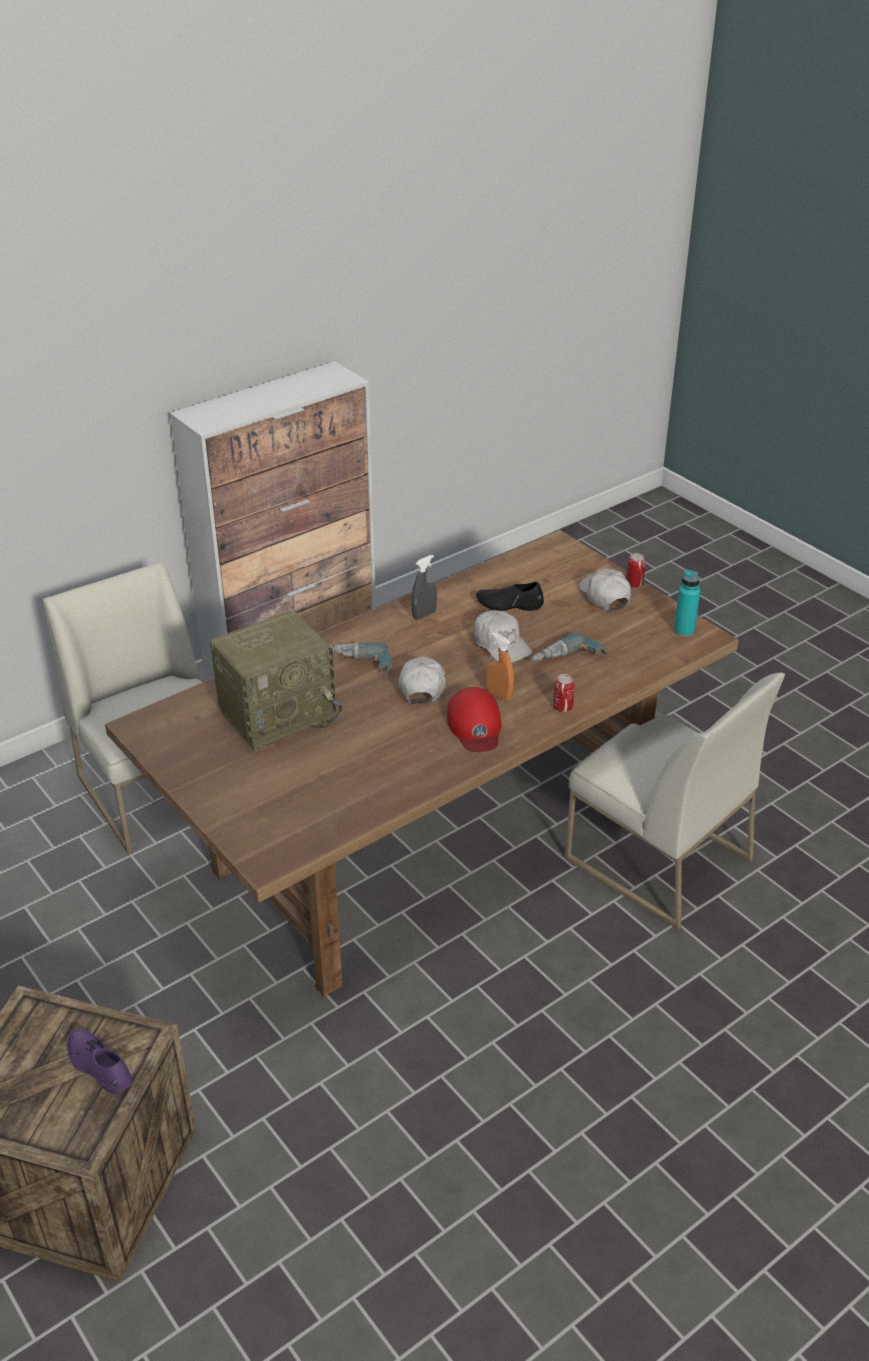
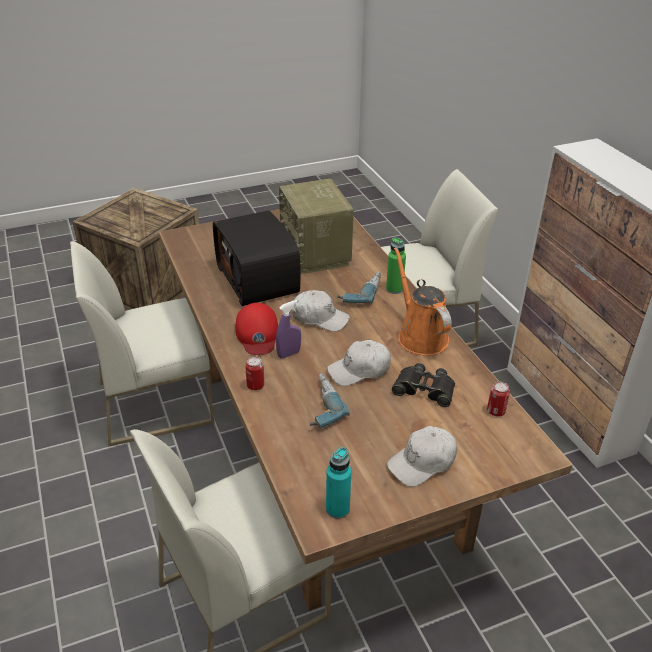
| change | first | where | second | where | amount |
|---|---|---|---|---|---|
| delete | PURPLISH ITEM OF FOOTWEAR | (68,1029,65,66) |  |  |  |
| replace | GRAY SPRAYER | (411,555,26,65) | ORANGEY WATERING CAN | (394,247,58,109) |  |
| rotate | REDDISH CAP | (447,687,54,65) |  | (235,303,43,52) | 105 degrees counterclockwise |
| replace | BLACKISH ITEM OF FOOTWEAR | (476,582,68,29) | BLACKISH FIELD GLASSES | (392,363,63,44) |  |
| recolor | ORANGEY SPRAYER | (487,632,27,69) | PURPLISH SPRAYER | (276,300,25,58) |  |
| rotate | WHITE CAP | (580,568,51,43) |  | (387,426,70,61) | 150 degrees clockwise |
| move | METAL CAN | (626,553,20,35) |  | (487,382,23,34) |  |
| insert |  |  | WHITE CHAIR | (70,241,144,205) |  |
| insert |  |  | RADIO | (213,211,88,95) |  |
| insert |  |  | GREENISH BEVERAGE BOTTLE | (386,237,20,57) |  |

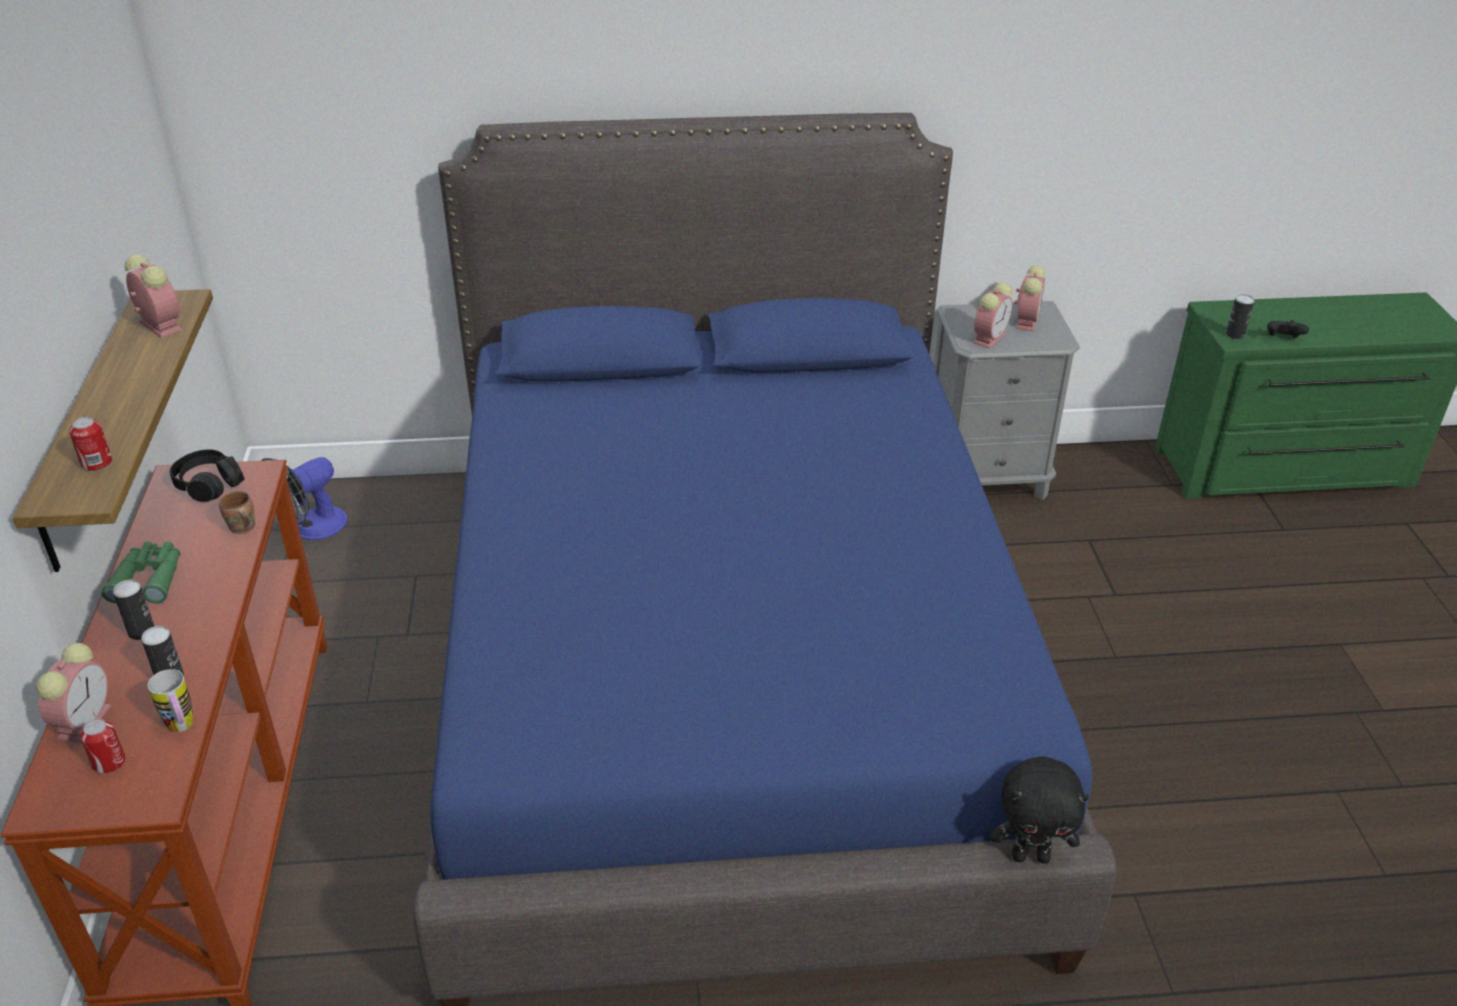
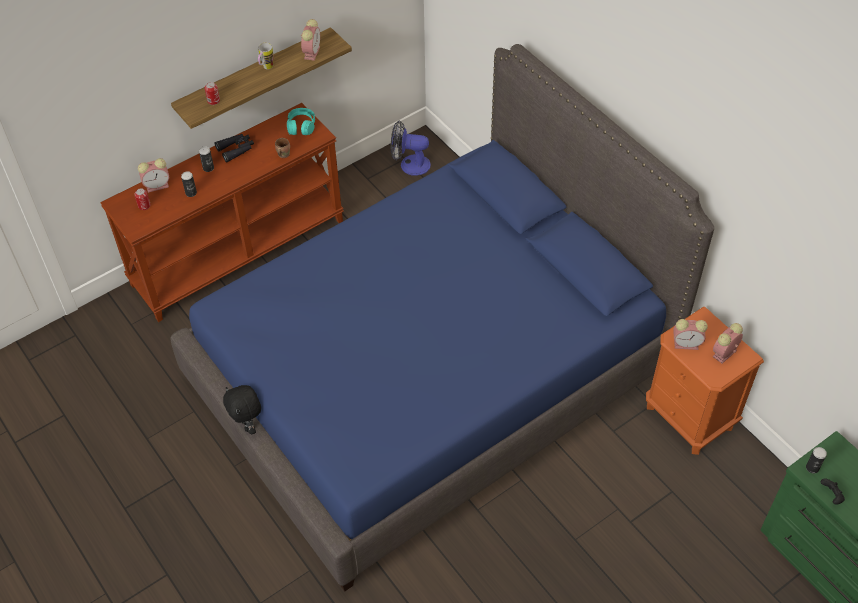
| change | first | where | second | where | amount |
|---|---|---|---|---|---|
| recolor | GREENISH FIELD GLASSES | (101,542,79,62) | BLACKISH FIELD GLASSES | (214,134,40,29) |  |
| move | COFFEE MUG | (147,669,46,63) |  | (258,43,15,26) |  |
| recolor | BLACKISH HEADSET | (170,449,74,53) | TURQUOISE HEADSET | (287,108,28,27) |  |
| recolor | GRAY BEDSIDE TABLE | (934,301,146,199) | ORANGEY BEDSIDE TABLE | (646,307,118,148) |  |
| move | BLACKISH SOFT TOY | (990,756,99,108) |  | (223,385,38,50) |  |
| rotate | ALARM CLOCK | (1014,265,32,67) |  | (713,323,30,41) | 150 degrees clockwise |

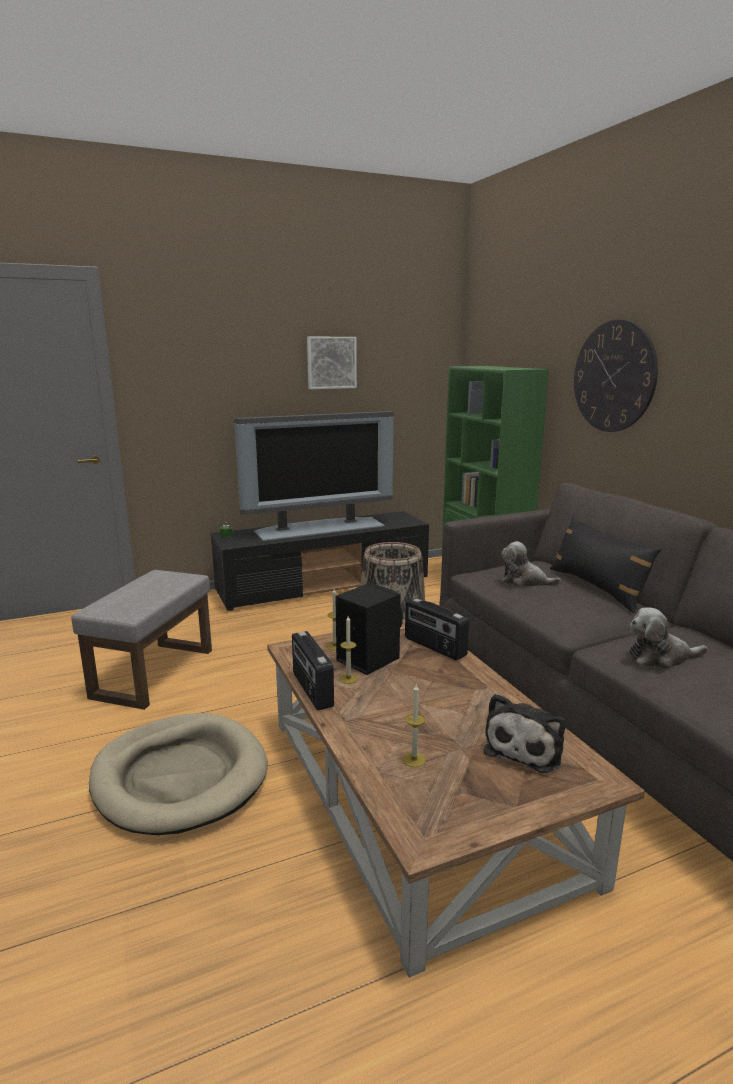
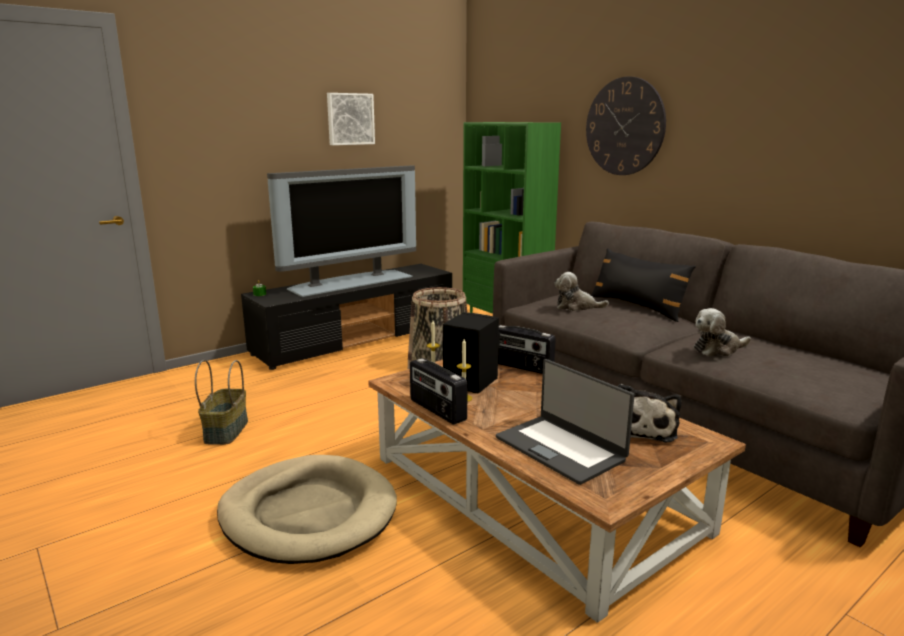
| change | first | where | second | where | amount |
|---|---|---|---|---|---|
| replace | GRAY POUFFE | (71,570,141,140) | BASKET | (195,360,53,85) |  |
| replace | CANDLE | (403,683,23,84) | NOTEBOOK COMPUTER | (496,359,139,126) |  |

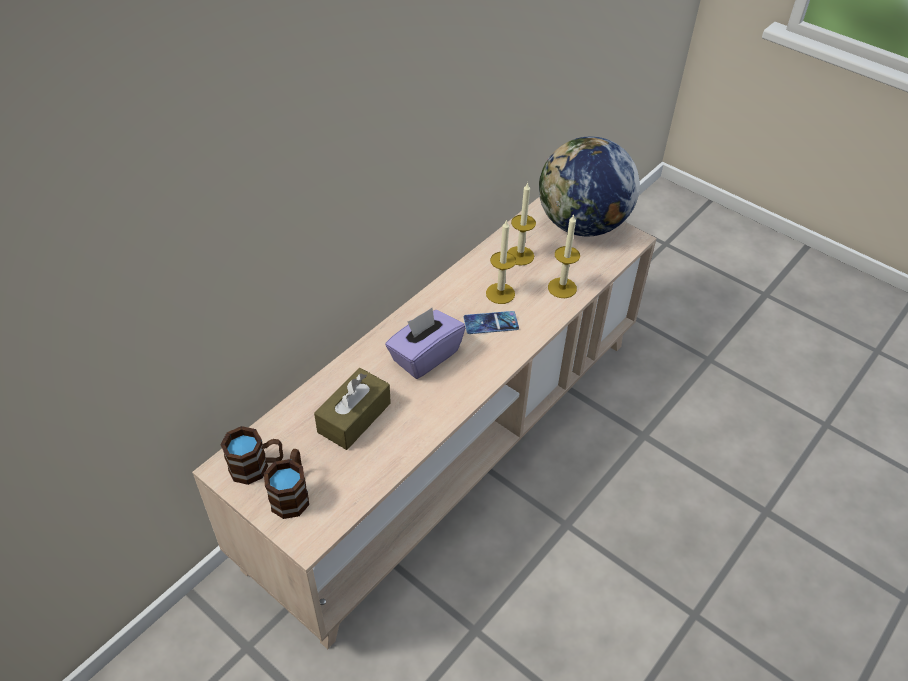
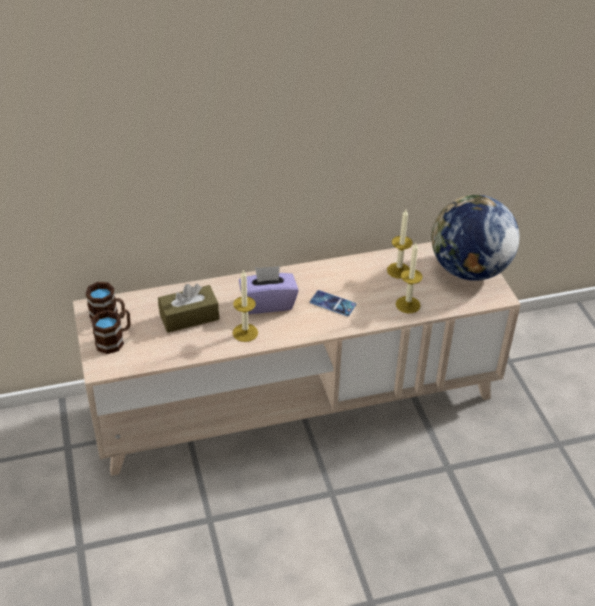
| change | first | where | second | where | amount |
|---|---|---|---|---|---|
| move | CANDLE | (486,219,30,85) |  | (233,269,25,73) |  |

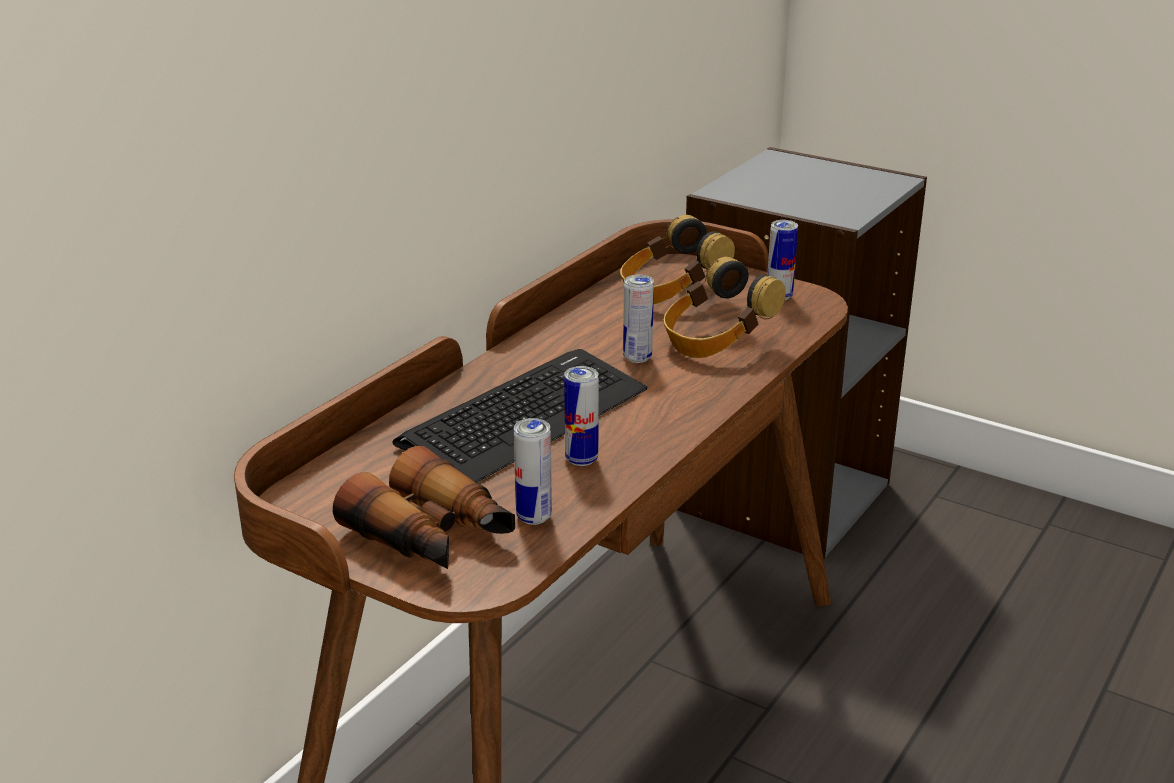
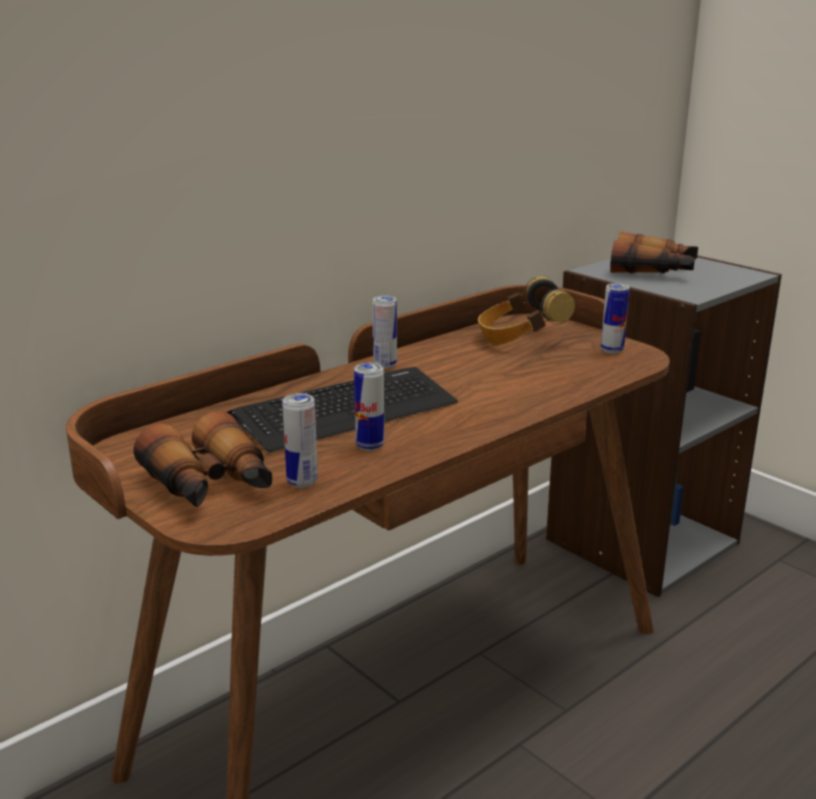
| change | first | where | second | where | amount |
|---|---|---|---|---|---|
| move | METAL CAN | (623,275,31,88) |  | (372,295,25,74) |  |
| delete | HEADSET | (663,257,123,101) |  |  |  |
| insert |  |  | FIELD GLASSES | (610,232,88,42) |  |

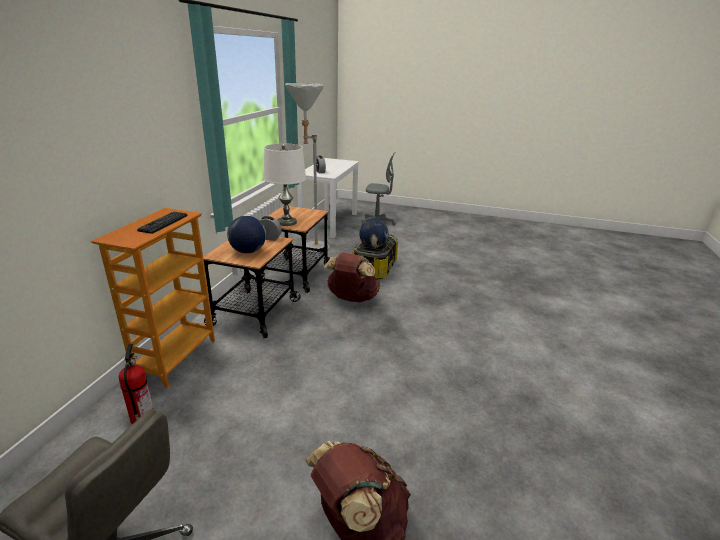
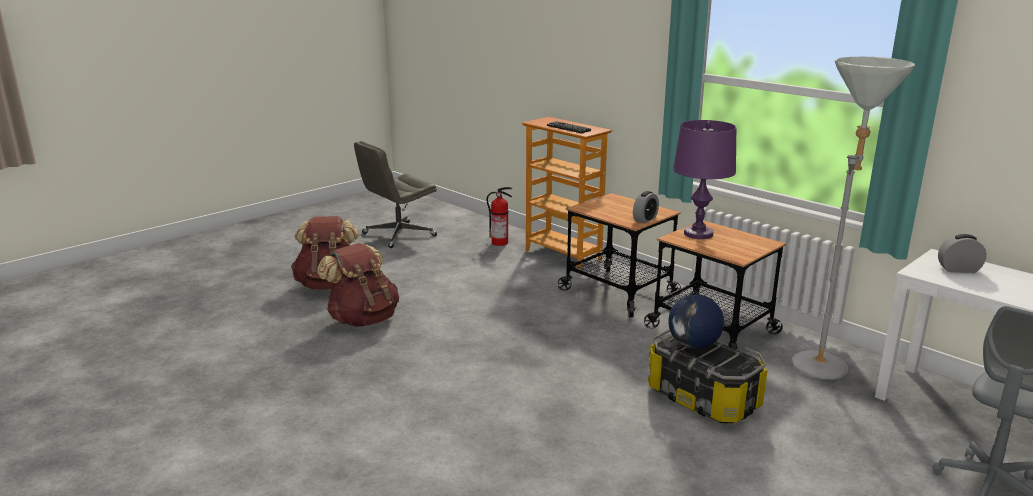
| change | first | where | second | where | amount |
|---|---|---|---|---|---|
| delete | DESK GLOBE | (227,216,39,37) |  |  |  |
| recolor | WHITE LAMP FOR A TABLE | (263,143,43,83) | PURPLISH LAMP FOR A TABLE | (673,120,63,119) |  |
| move | BROWN-COLOURED RUCKSACK | (324,253,56,50) |  | (317,243,82,84) |  |

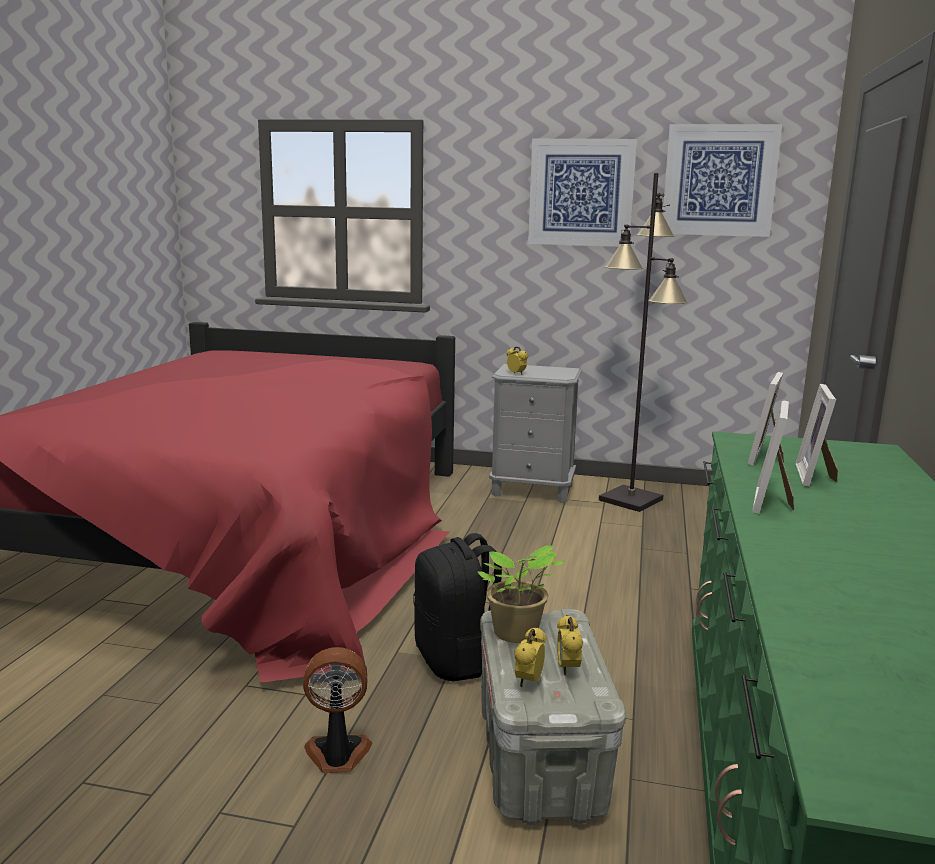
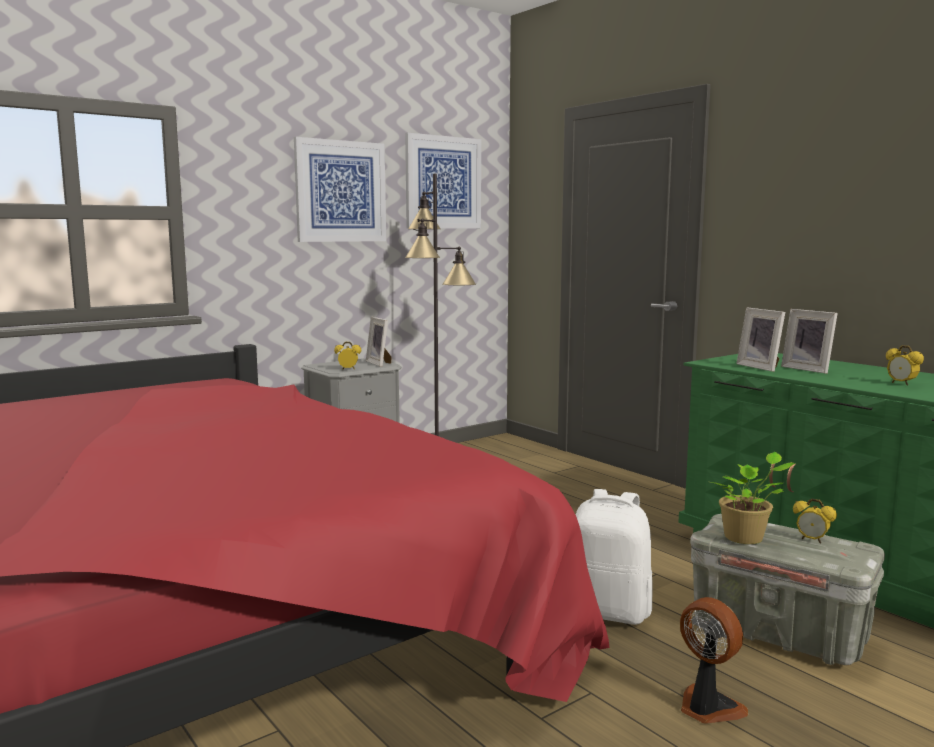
| change | first | where | second | where | amount |
|---|---|---|---|---|---|
| rotate | ELECTRIC FAN | (303,647,69,126) |  | (680,597,68,127) | 105 degrees clockwise |
| recolor | BLACKISH RUCKSACK | (413,533,89,148) | WHITE RUCKSACK | (575,489,78,136) |  |
| move | ALARM CLOCK | (514,627,32,60) |  | (886,345,38,41) |  |
| move | PICTURE FRAME | (752,400,42,114) |  | (366,317,26,50) |  |

